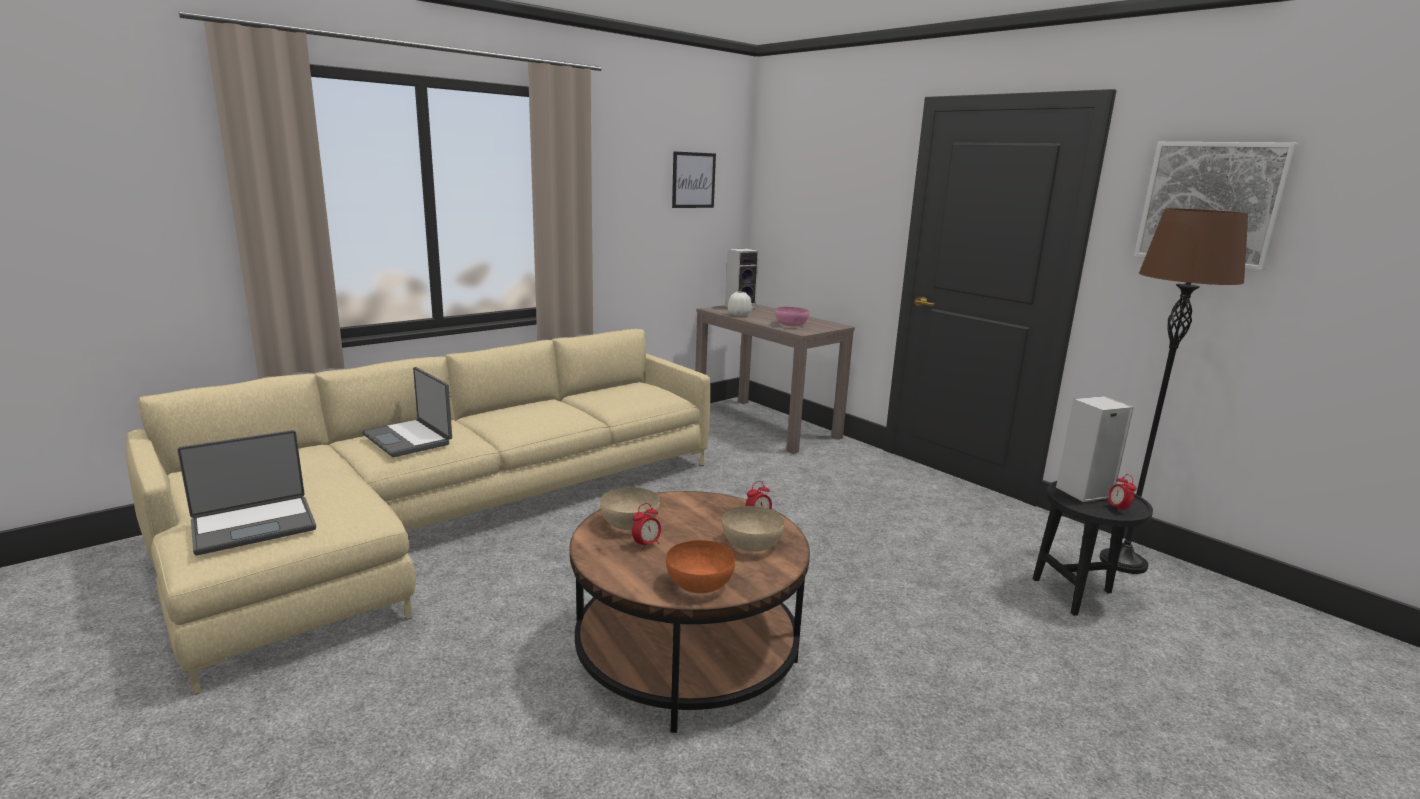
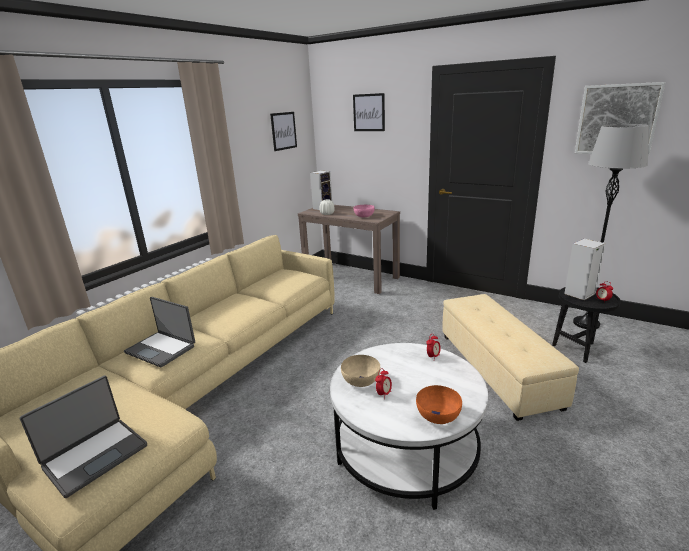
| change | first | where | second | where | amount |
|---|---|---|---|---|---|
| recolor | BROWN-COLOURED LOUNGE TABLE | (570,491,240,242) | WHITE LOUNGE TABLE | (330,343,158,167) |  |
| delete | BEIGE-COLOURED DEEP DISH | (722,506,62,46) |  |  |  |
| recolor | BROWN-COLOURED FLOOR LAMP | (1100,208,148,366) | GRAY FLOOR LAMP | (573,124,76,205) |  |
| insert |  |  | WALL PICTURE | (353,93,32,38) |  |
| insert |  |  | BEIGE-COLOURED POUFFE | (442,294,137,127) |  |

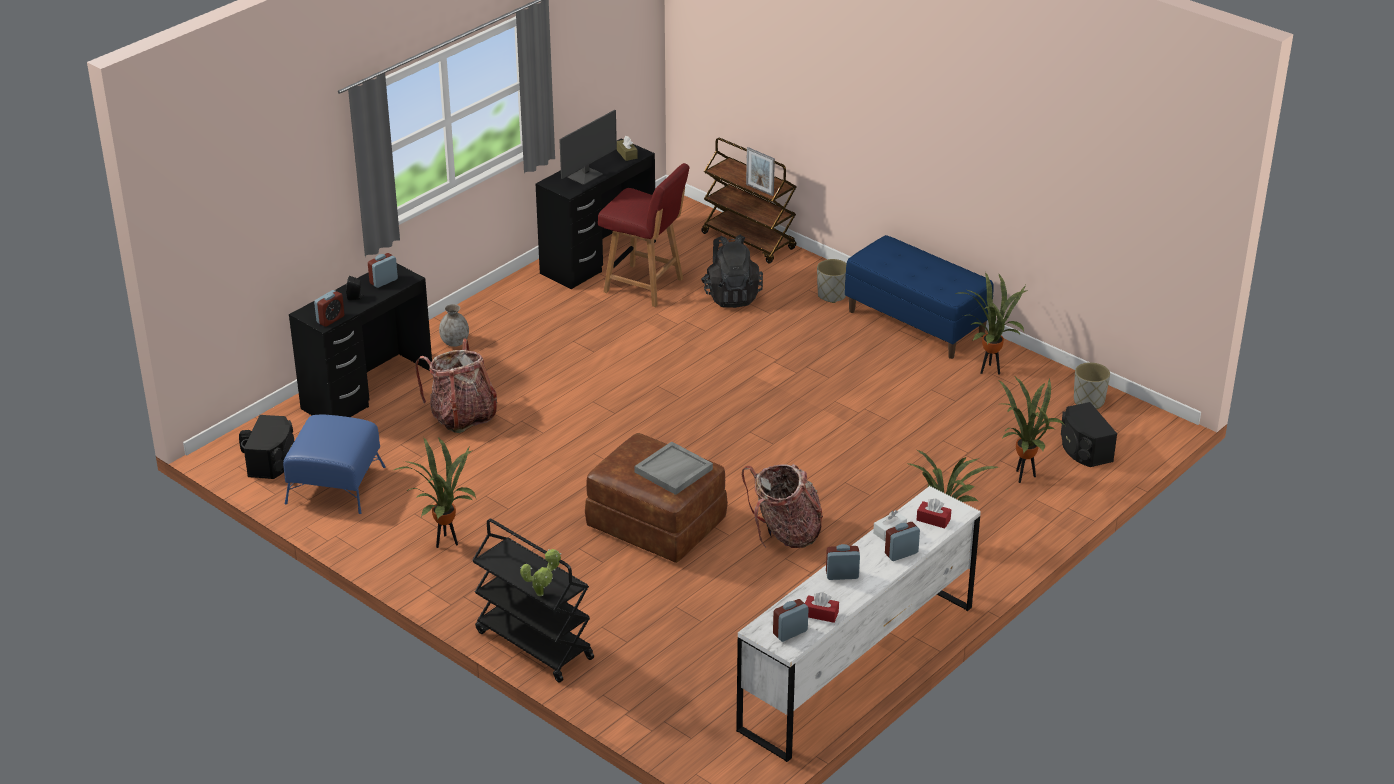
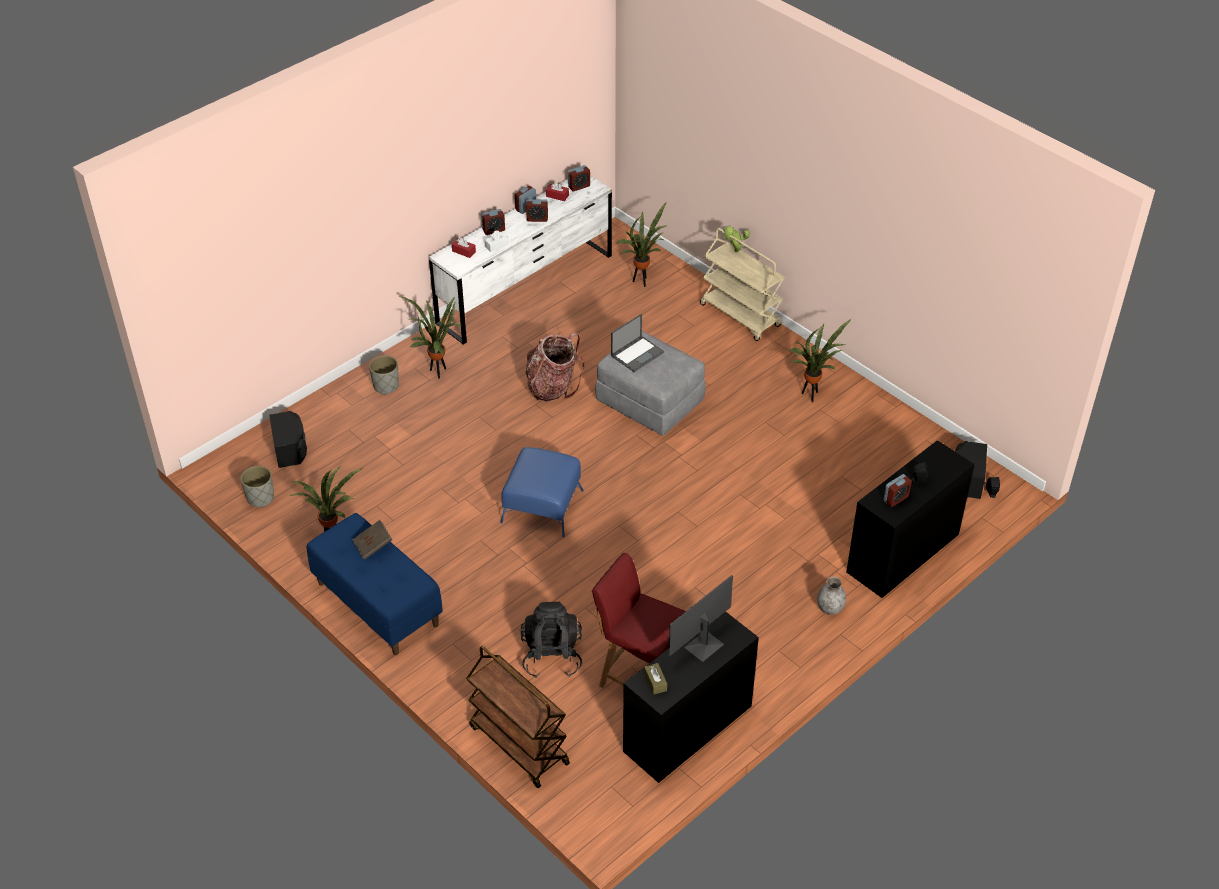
| change | first | where | second | where | amount |
|---|---|---|---|---|---|
| move | BLUISH POUFFE | (283,415,103,99) |  | (500,447,84,90) |  |
| move | ALARM CLOCK | (314,290,30,37) |  | (515,186,21,28) |  |
| delete | RUCKSACK | (415,339,82,94) |  |  |  |
| recolor | BLACKISH TROLLEY | (472,519,122,164) | BEIGE-COLOURED TROLLEY | (700,228,85,113) |  |
| recolor | BROWN-COLOURED POUFFE | (585,433,143,130) | GRAY POUFFE | (595,331,111,105) |  |
| replace | GRAY TRAY | (634,442,79,53) | NOTEBOOK COMPUTER | (611,314,53,58) |  |
| delete | PICTURE FRAME | (746,147,29,49) |  |  |  |
| move | GRAY PLANT POT | (817,259,30,44) |  | (369,355,30,40) |  |
| move | PLANT IN A POT | (997,376,68,107) |  | (616,202,53,85) |  |
| insert |  |  | BROWN-COLOURED VOLUME | (352,520,40,40) |  |

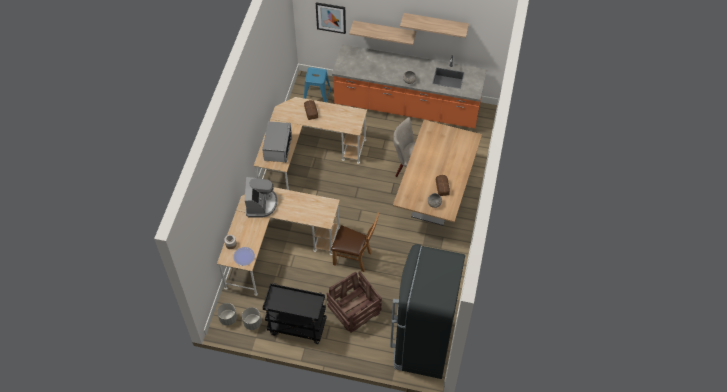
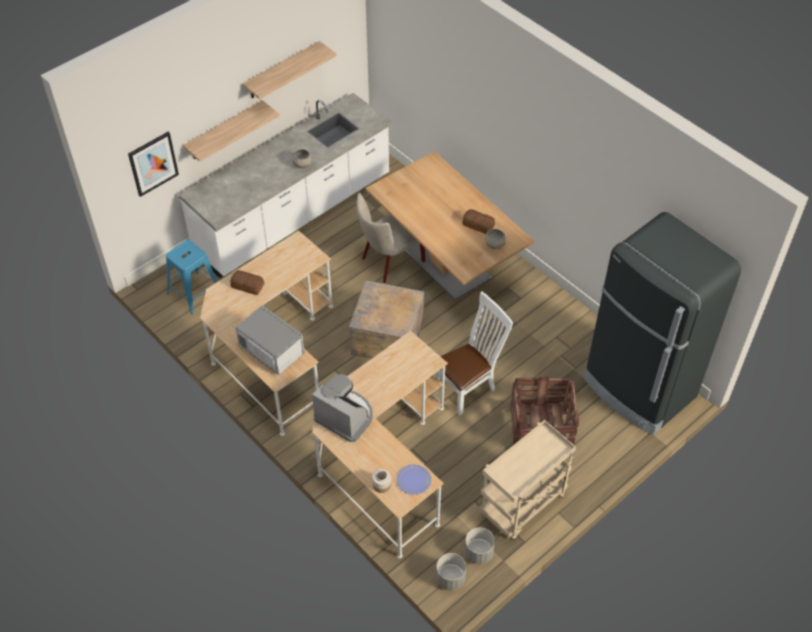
| change | first | where | second | where | amount |
|---|---|---|---|---|---|
| recolor | BLACKISH TROLLEY | (263,283,64,61) | BEIGE-COLOURED TROLLEY | (479,420,97,119) |  |
| recolor | BROWN-COLOURED CHAIR | (331,212,48,60) | WHITE CHAIR | (434,291,79,125) |  |
| recolor | ORANGEY COUNTER | (332,44,155,84) | WHITE COUNTER | (179,93,212,185) |  |
| insert |  |  | CRATE | (349,280,75,79) |  |

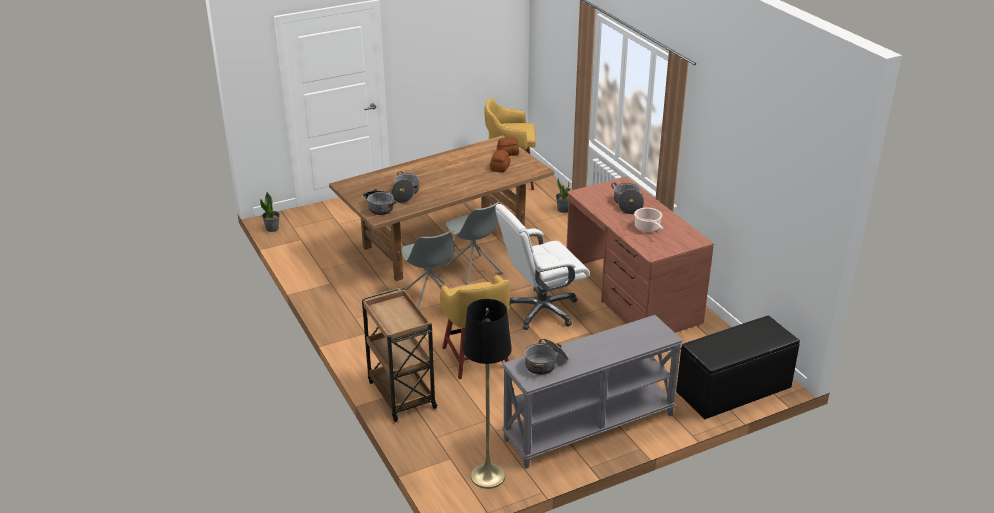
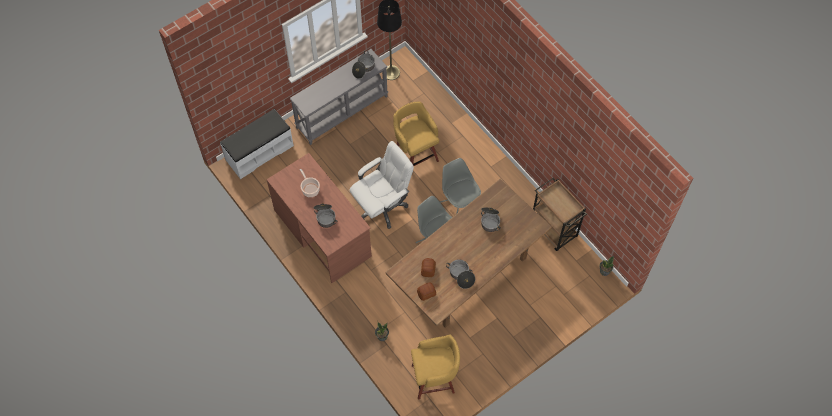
| change | first | where | second | where | amount |
|---|---|---|---|---|---|
| move | BROWN-COLOURED TROLLEY | (362,288,75,134) |  | (533,177,54,74) |  |
| move | COOKING POT | (363,189,34,26) |  | (446,259,29,30) |  |
| recolor | BLACKISH BENCH | (676,315,124,105) | WHITE BENCH | (220,109,74,70) |  |

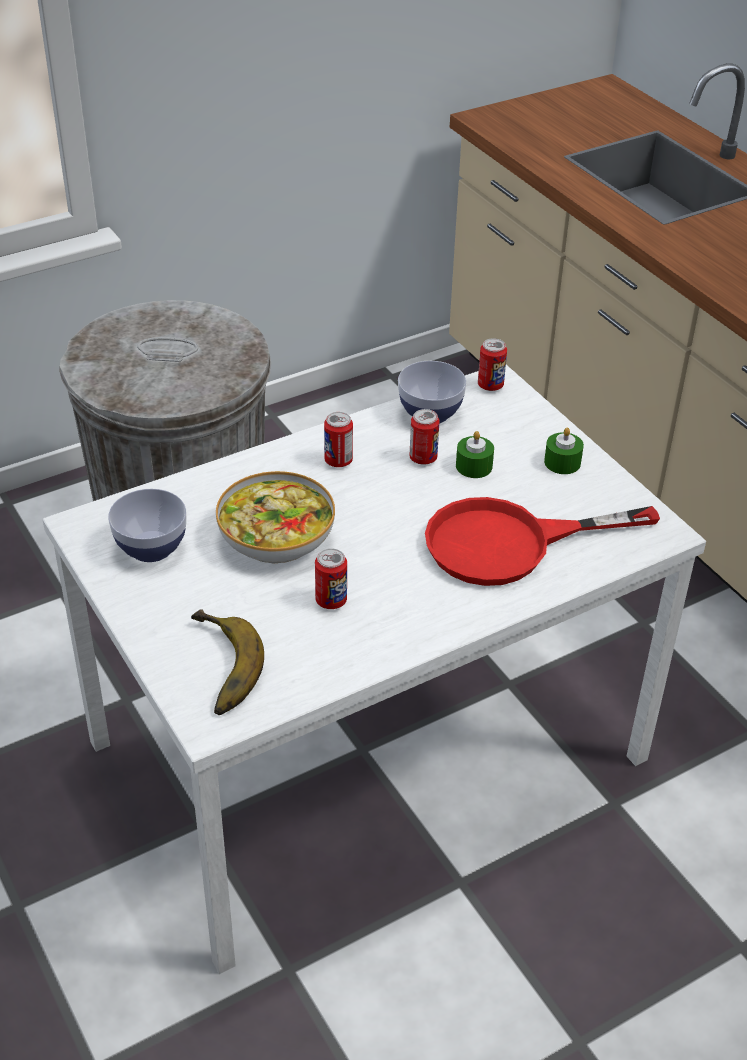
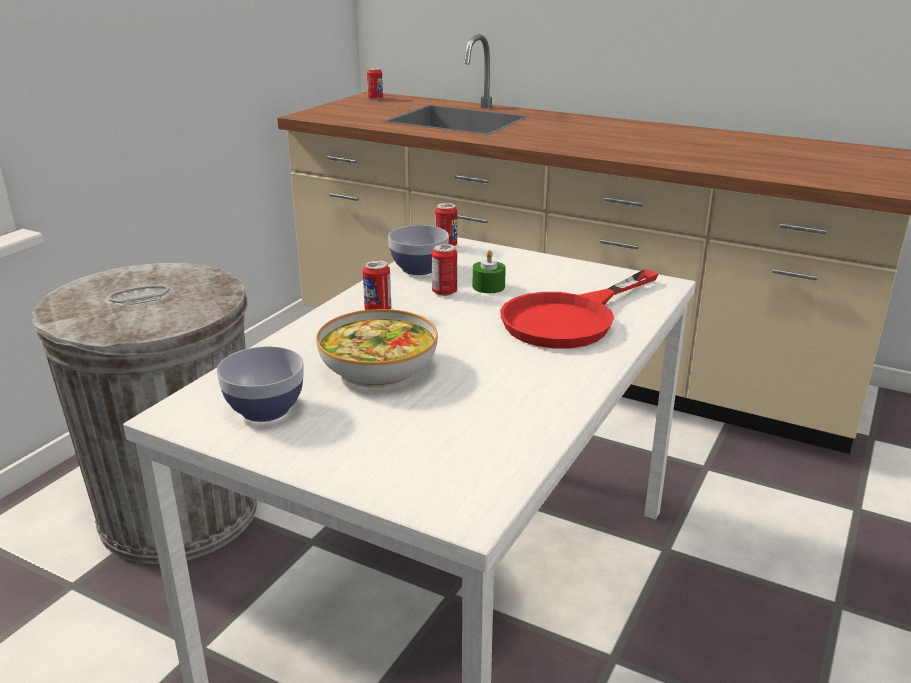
| change | first | where | second | where | amount |
|---|---|---|---|---|---|
| delete | BANANA | (191,609,73,106) |  |  |  |
| move | METAL CAN | (315,549,32,60) |  | (367,68,16,32) |  |
| delete | GREENISH CANDLE | (544,427,40,47) |  |  |  |

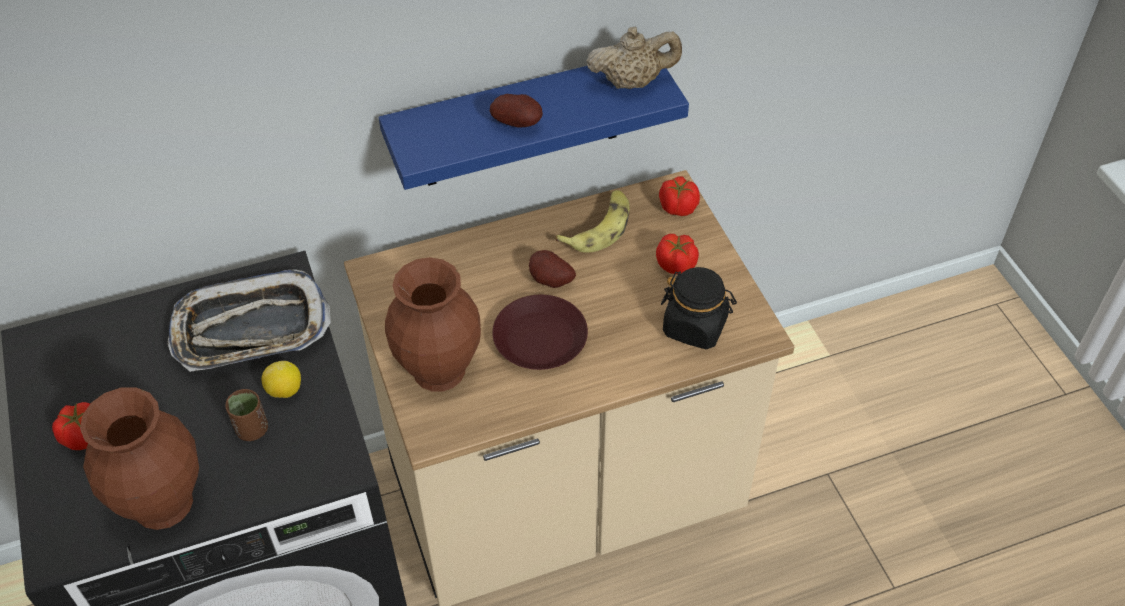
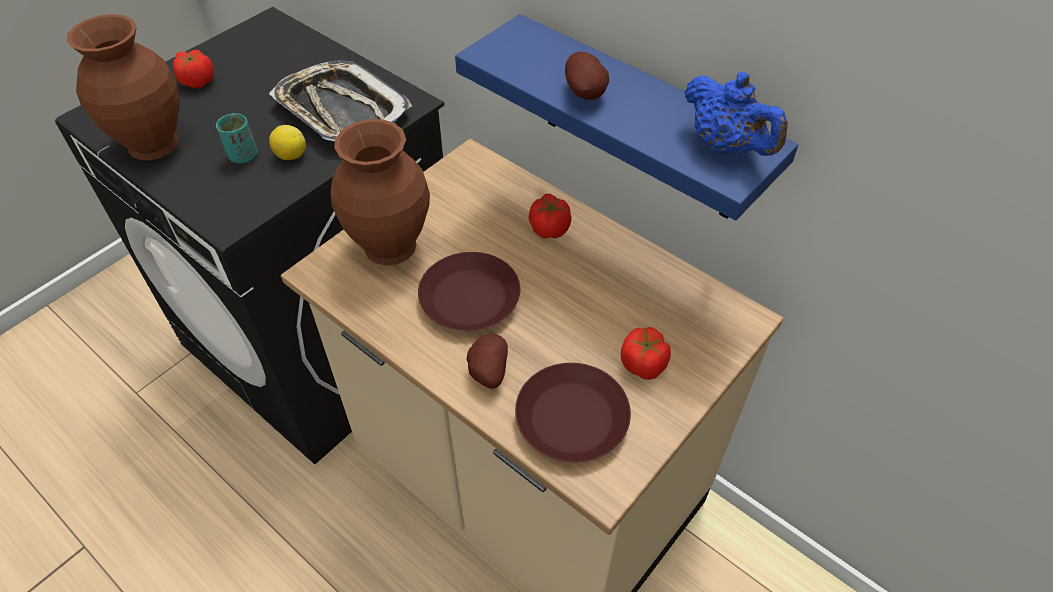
| change | first | where | second | where | amount |
|---|---|---|---|---|---|
| recolor | BROWN-COLOURED SMALL CUP | (225,389,43,52) | TURQUOISE SMALL CUP | (216,113,42,50) |  |
| move | SPUD | (529,250,47,38) |  | (467,334,41,55) |  |
| delete | BANANA | (556,190,74,63) |  |  |  |
| recolor | BEIGE-COLOURED POT FOR TEA | (586,27,96,62) | BLUISH POT FOR TEA | (684,72,104,84) |  |
| move | WHOLE TOMATO | (659,176,41,40) |  | (529,194,43,45) |  |
| replace | BLACKISH PRESERVE JAR | (661,267,76,82) | BROWN-COLOURED PLATE | (515,363,116,99) |  |

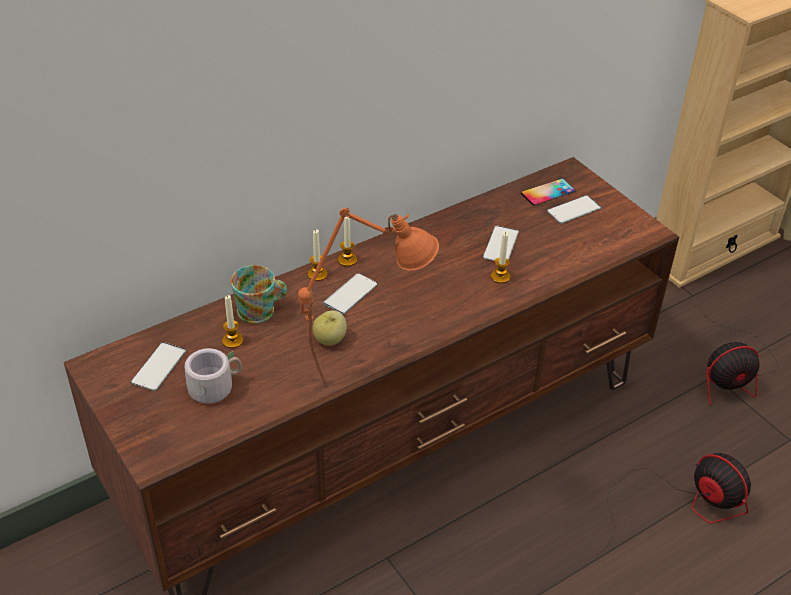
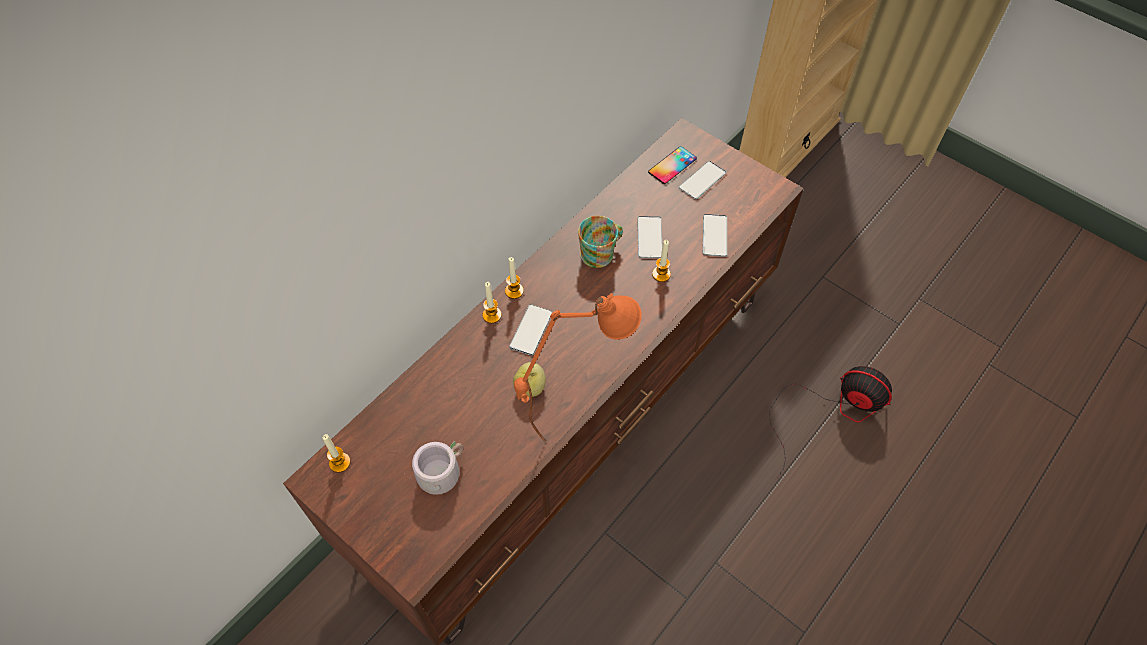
| change | first | where | second | where | amount |
|---|---|---|---|---|---|
| move | PHONE | (131,342,55,49) |  | (703,214,24,43) |  |
| move | CANDLE | (222,295,21,53) |  | (323,434,27,39) |  |
| move | COFFEE MUG | (231,265,56,59) |  | (578,216,45,52) |  |
| delete | ELECTRIC FAN | (698,306,80,100) |  |  |  |

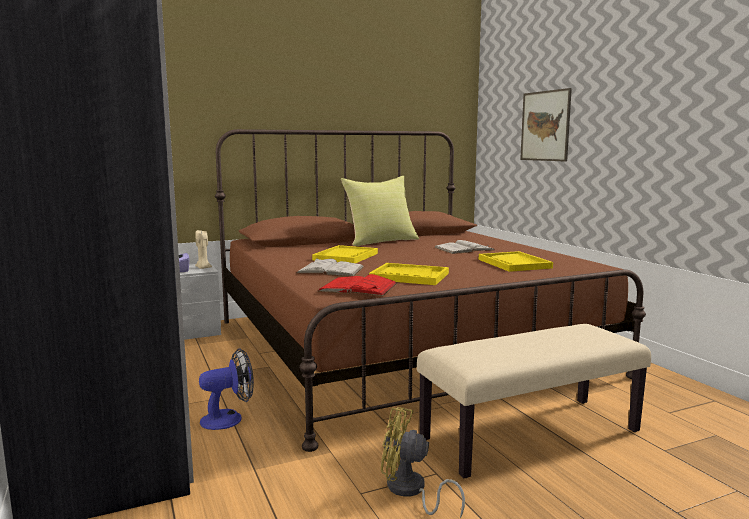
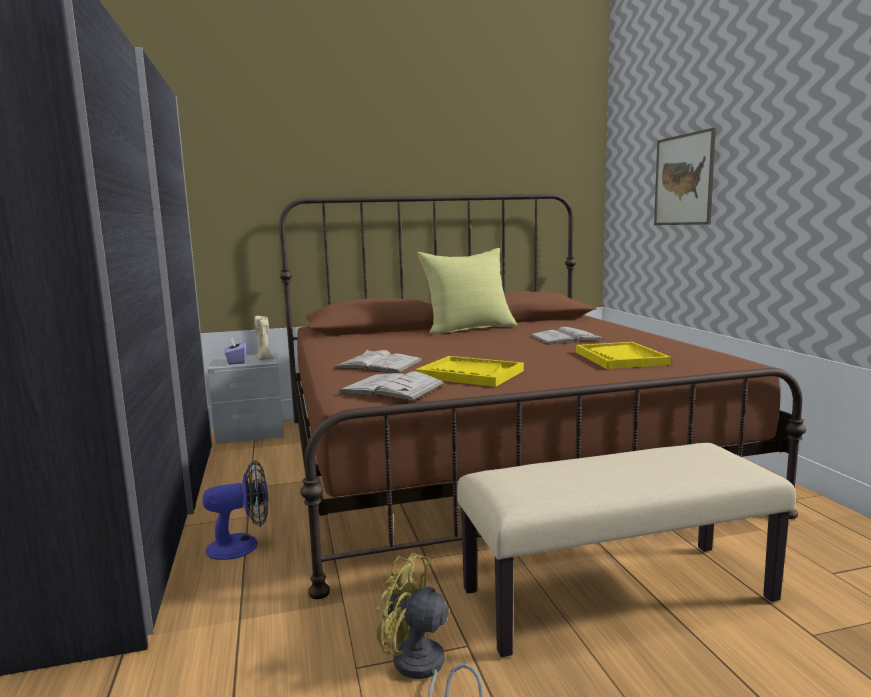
| change | first | where | second | where | amount |
|---|---|---|---|---|---|
| delete | YELLOW TRAY | (312,245,66,18) |  |  |  |
| recolor | REDDISH VOLUME | (318,274,79,22) | WHITE VOLUME | (337,371,108,30) |  |

